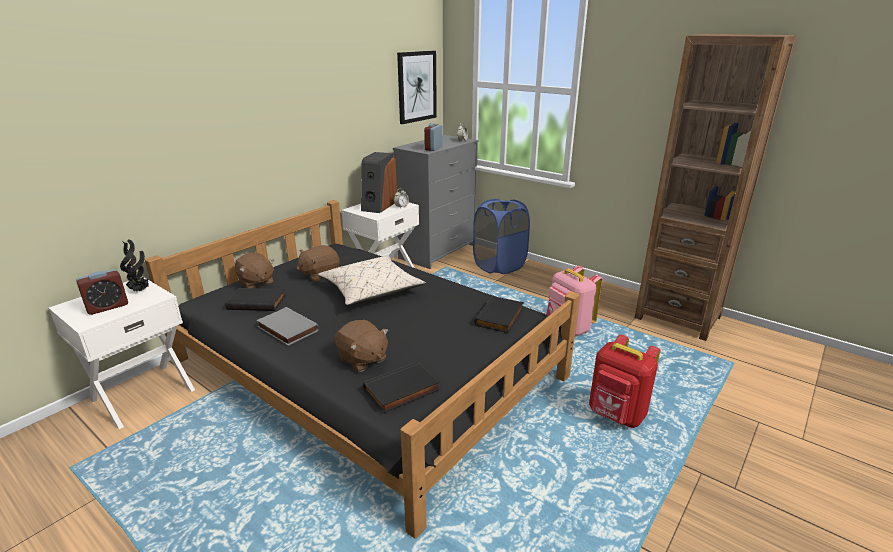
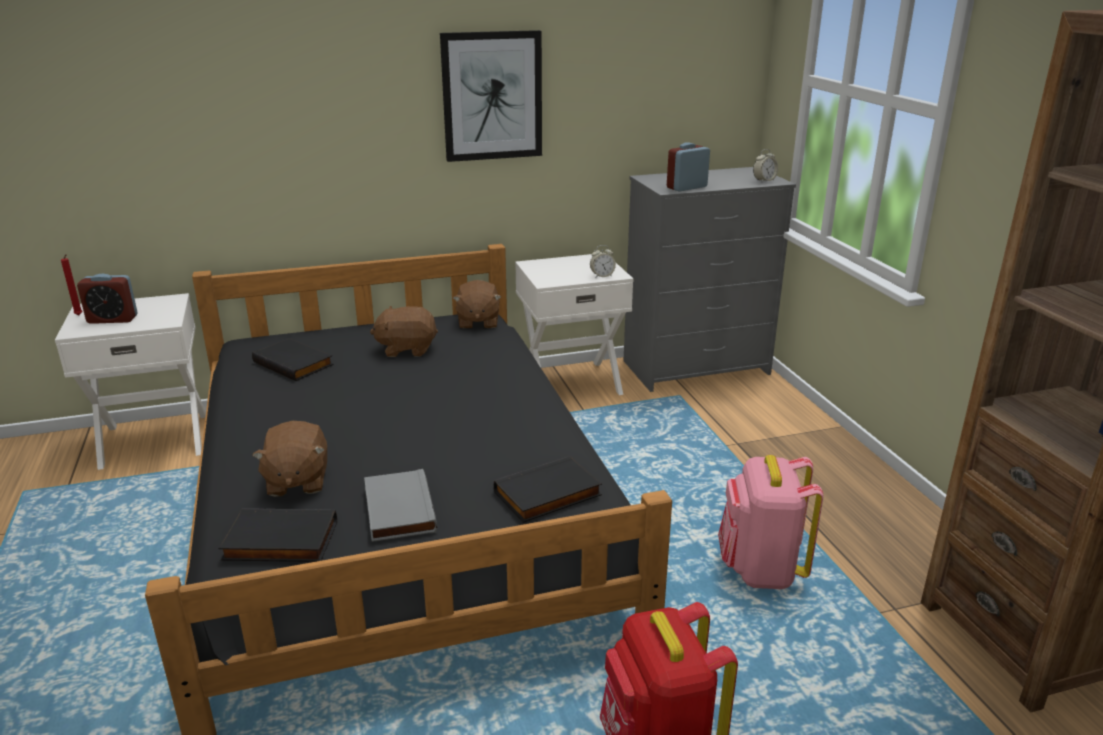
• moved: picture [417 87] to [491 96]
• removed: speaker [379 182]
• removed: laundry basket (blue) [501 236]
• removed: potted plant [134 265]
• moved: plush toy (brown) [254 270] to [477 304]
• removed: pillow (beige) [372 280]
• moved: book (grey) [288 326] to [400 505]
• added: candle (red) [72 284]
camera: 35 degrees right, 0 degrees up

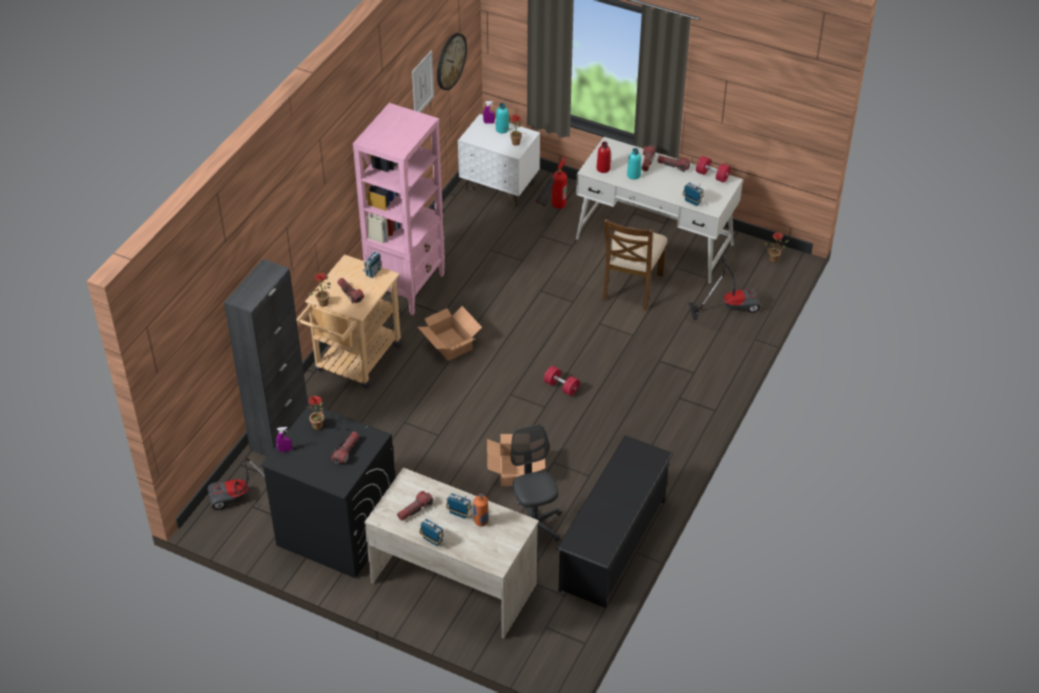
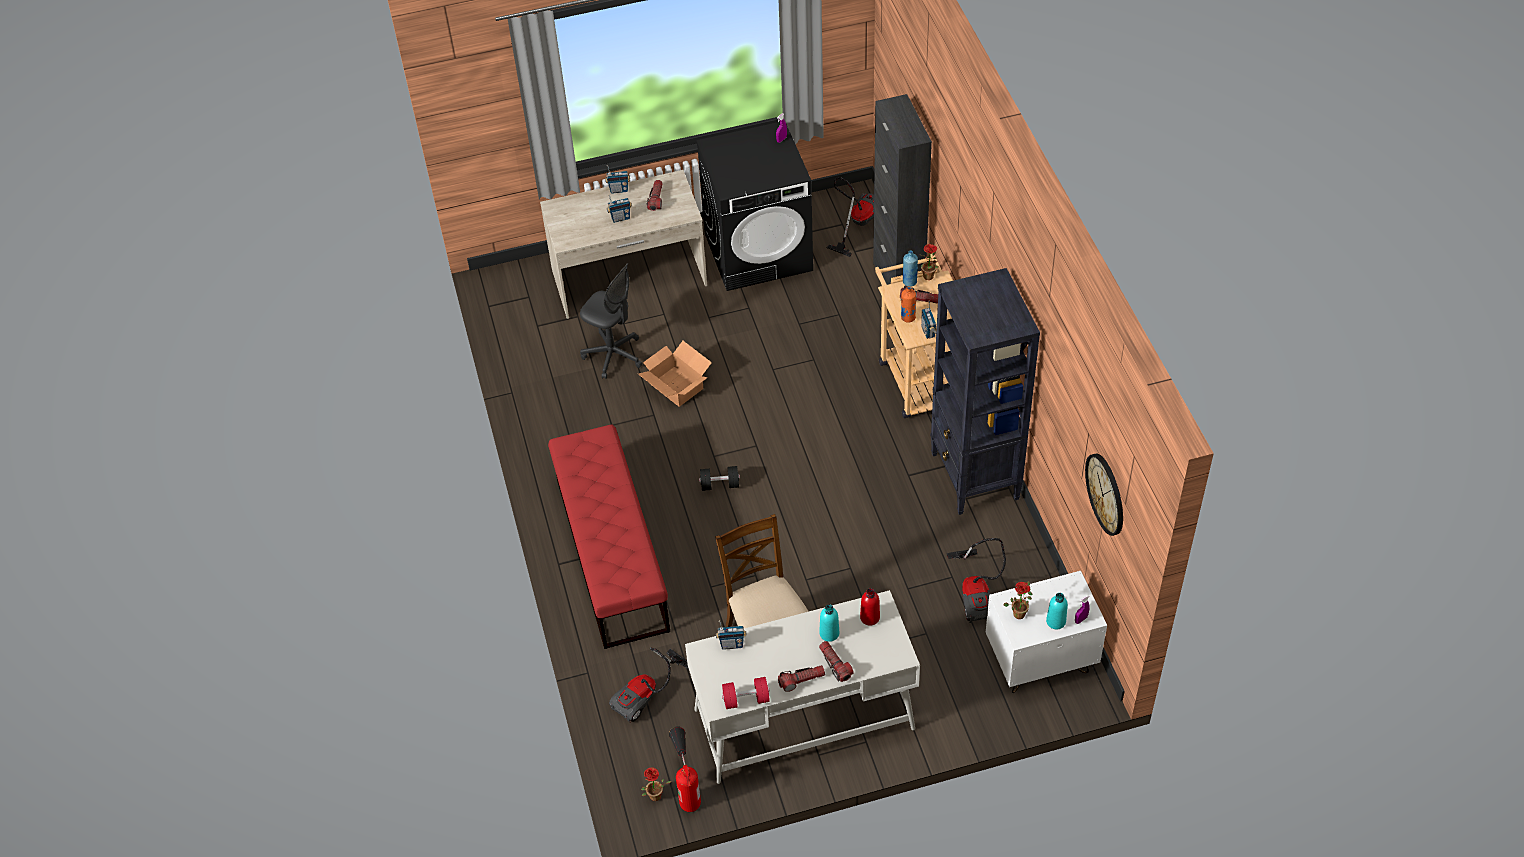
• removed: picture [423 82]
• recoloured: bookcase (pink) [399 209] to bookcase (black) [985 391]
• moved: fire extinguisher [551 182] to [685 769]
• removed: cardboard box [450 333]
• recoloured: dumbbell (red) [562 381] to dumbbell (black) [719 478]
• removed: potted plant [315 413]
• removed: flashlight [345 447]
• removed: shoe rack (black) [615 521]
• moved: bottle (orange) [481 510] to [908 304]
• added: bottle (blue) [910 268]
• added: bench (red) [609 537]
• added: vacuum cleaner [976 580]
camera: 140 degrees right, 5 degrees up

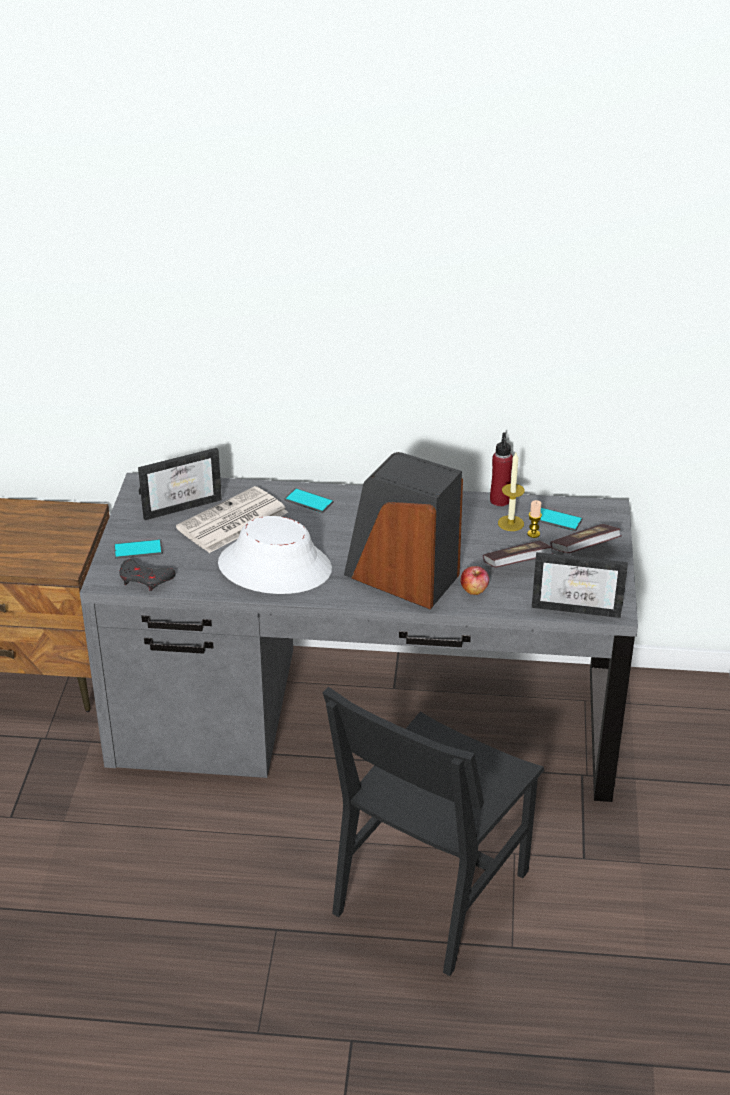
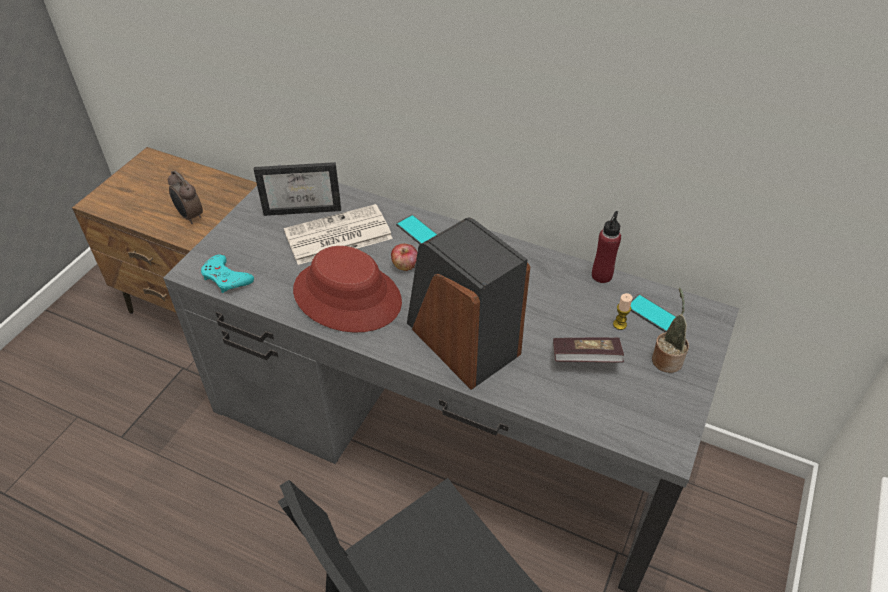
• removed: candle [511 492]
• recoloured: hat (white) [275 555] to hat (red) [347 289]
• replaced: book [586 538] to potted plant [670 330]
• removed: phone [138 549]
• removed: picture frame [580 585]
• recoloured: game controller (grey) [147 575] to game controller (turquoise) [227 273]
• moved: apple [475 580] to [404 257]
• added: alarm clock [185 197]
camera: 20 degrees right, 10 degrees up

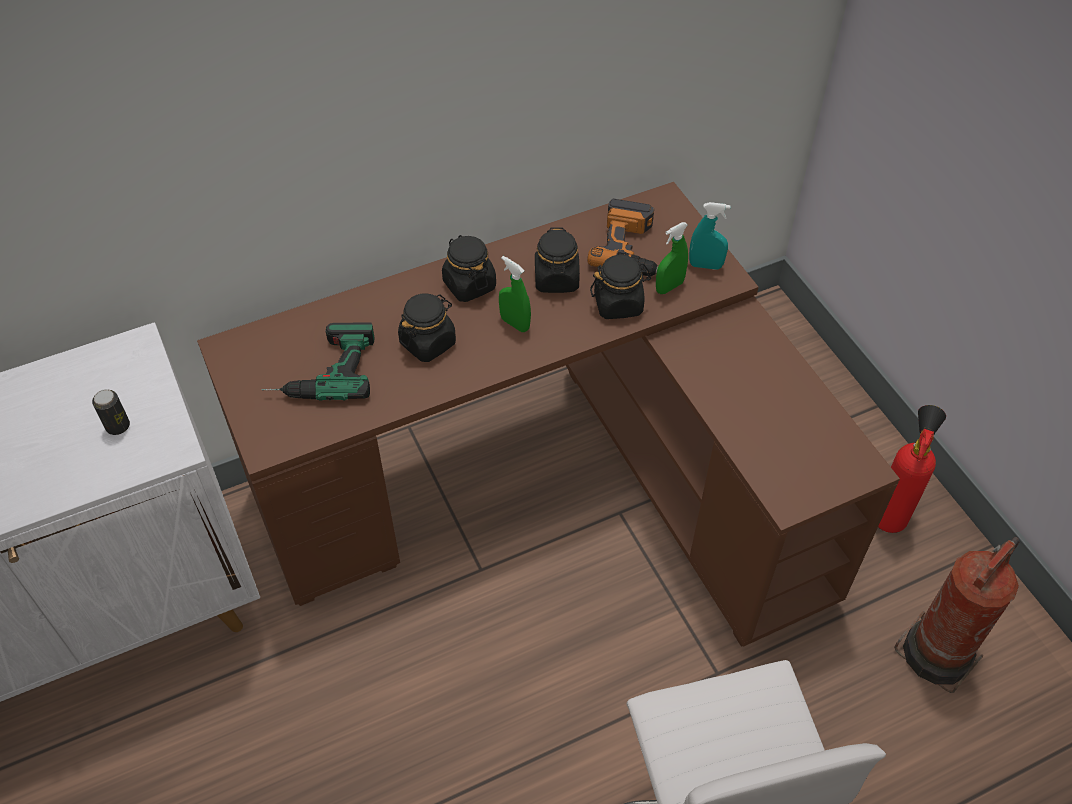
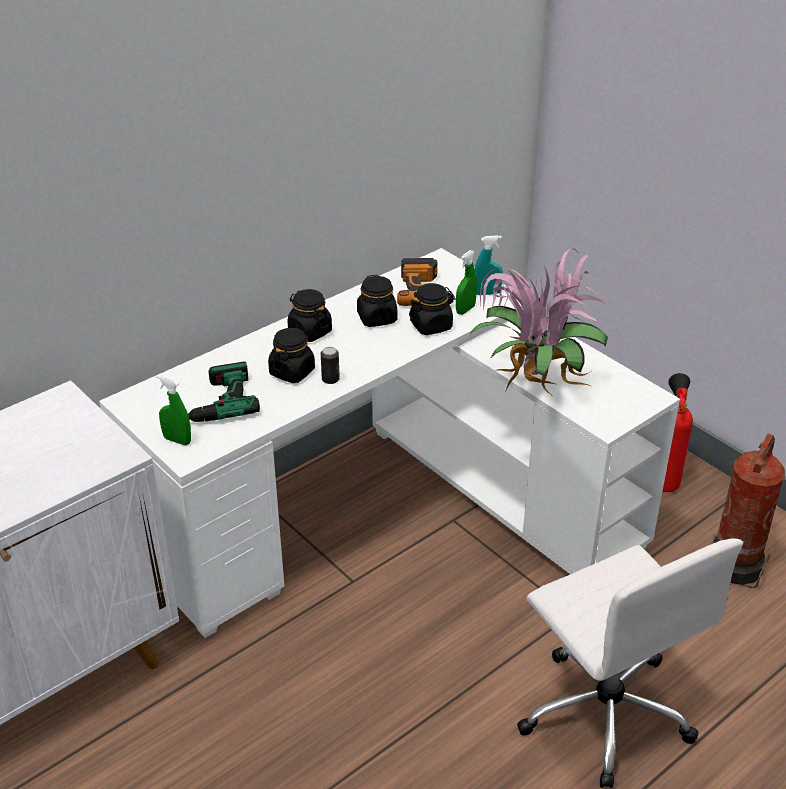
• recoloured: desk (brown) [548 414] to desk (white) [389 443]
• moved: spray bottle (green) [515 294] to [174 410]
• moved: can [111 412] to [330 365]
• added: potted plant [538 322]
camera: 15 degrees left, 15 degrees down

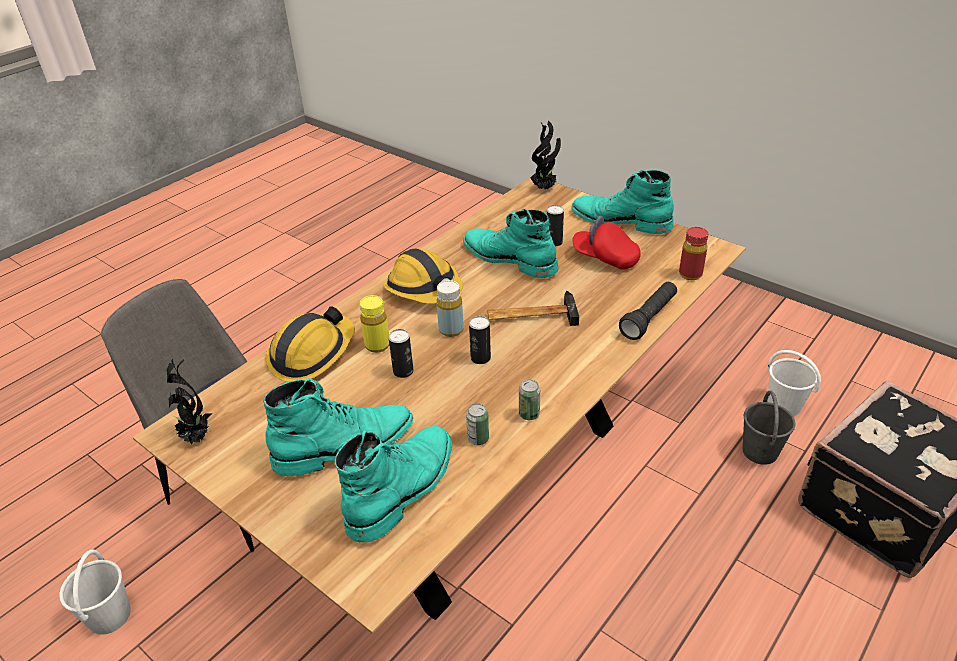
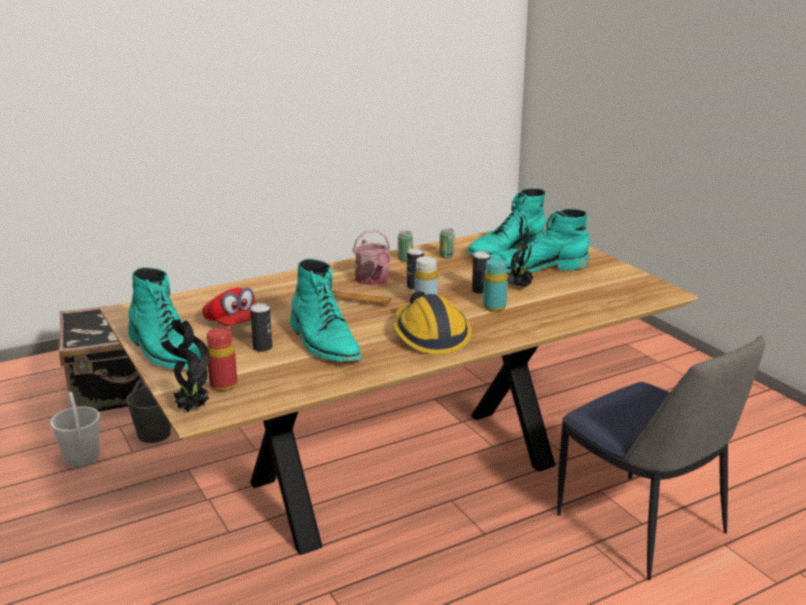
• moved: bottle (red) [693 253] to [222 359]
• removed: flashlight (black) [648 311]
• recoloured: bottle (yellow) [374 324] to bottle (turquoise) [495 285]
• removed: hard hat [310 344]
• moved: potted plant [190 402] to [521 250]
• removed: bucket (white) [95 592]
• added: watering can [371 257]
camera: 160 degrees left, 15 degrees down

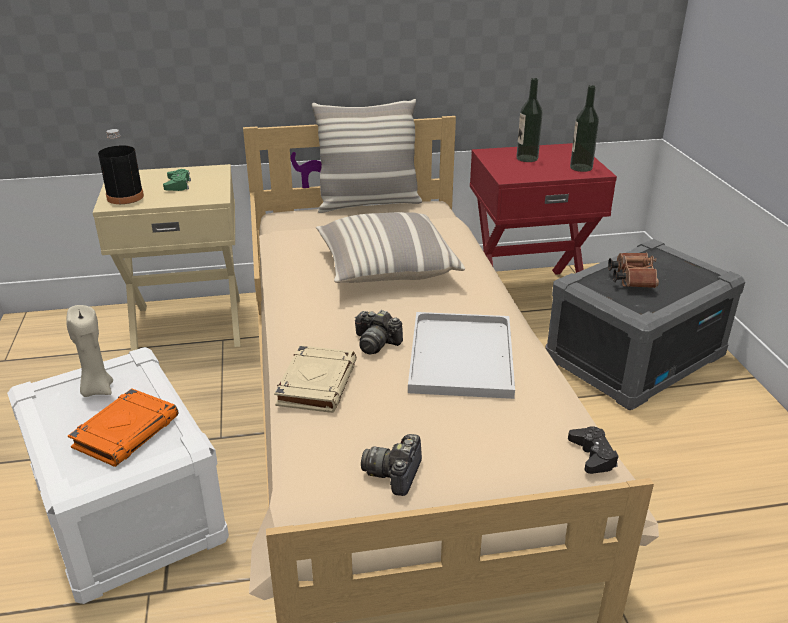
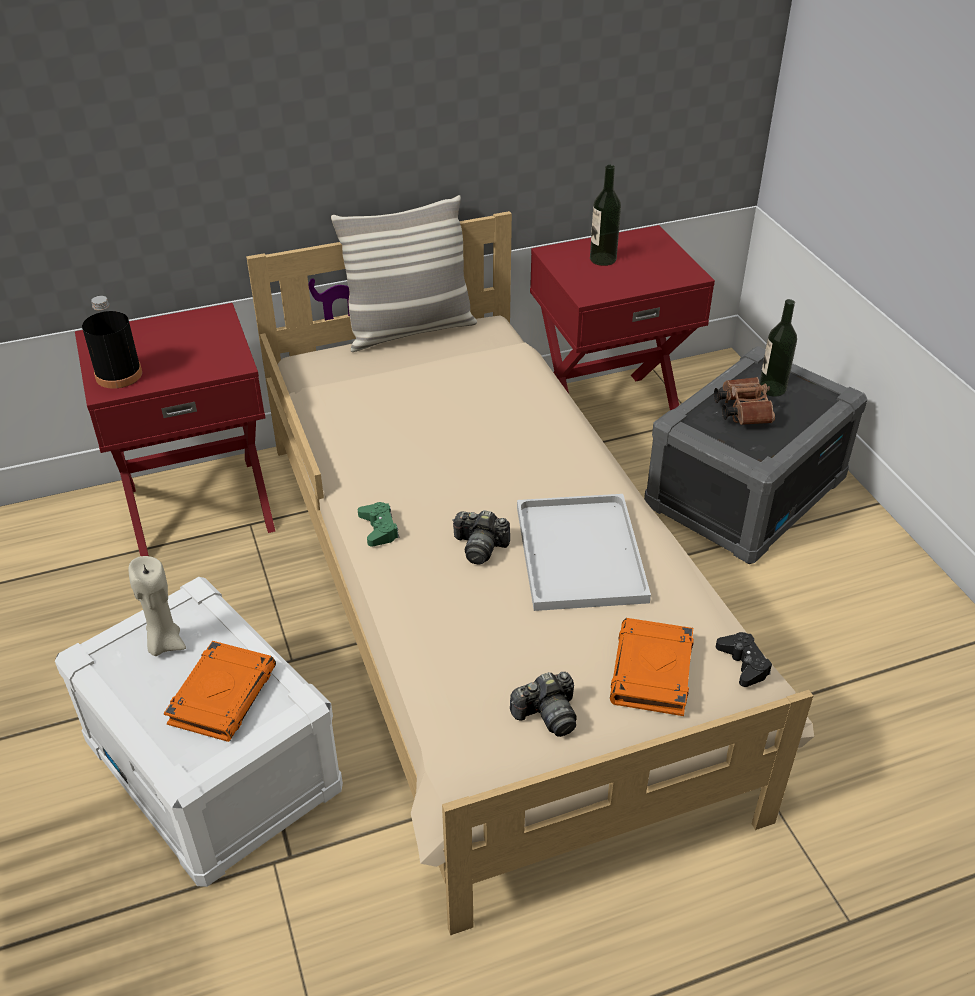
• moved: bottle [584 128] to [778 347]
• recoloured: nightstand (beige) [166 257] to nightstand (red) [175 429]
• moved: game controller (green) [177 180] to [378 524]
• removed: pillow [390 247]
• removed: book (beige) [315 379]
• turned: photo camera [391 465] = [543 704] 120 degrees counterclockwise
• added: book (orange) [652 667]
camera: 10 degrees left, 10 degrees up

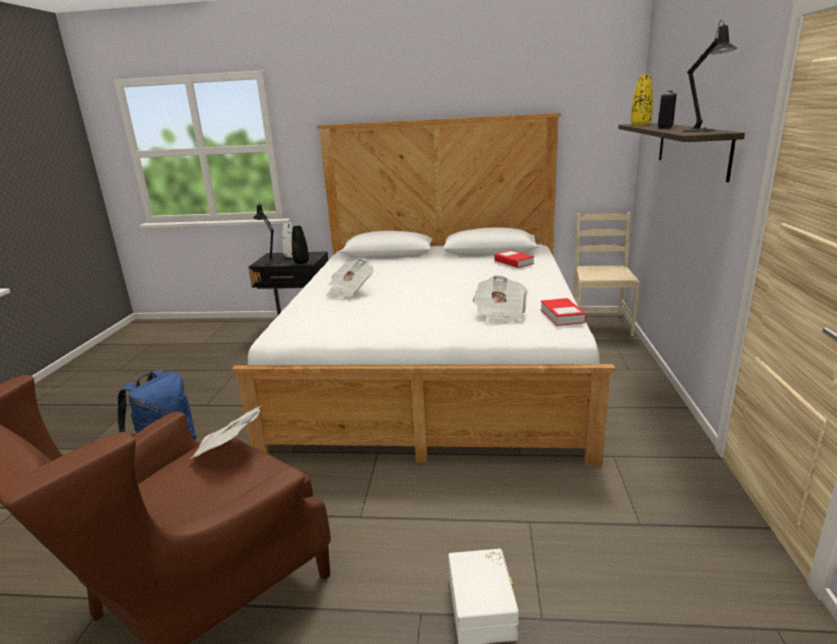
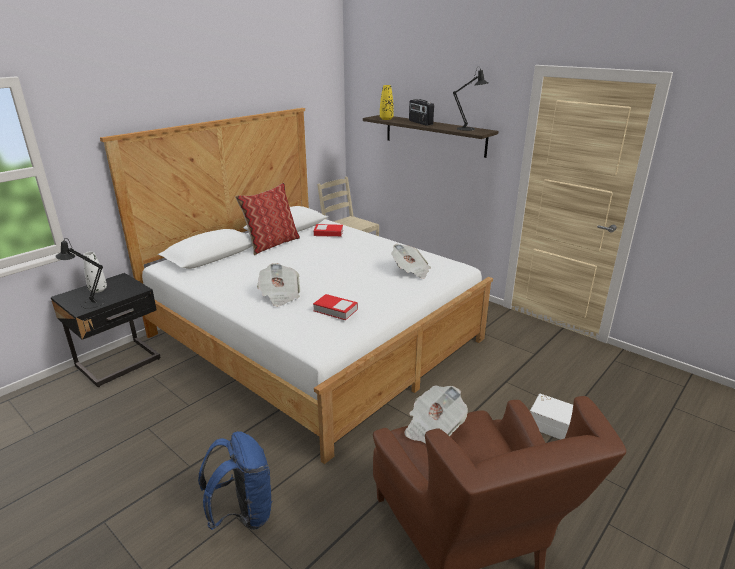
• removed: vase (black) [300 245]
• moved: book [563 312] to [335 307]
• added: pillow [267 219]
camera: 55 degrees left, 5 degrees up

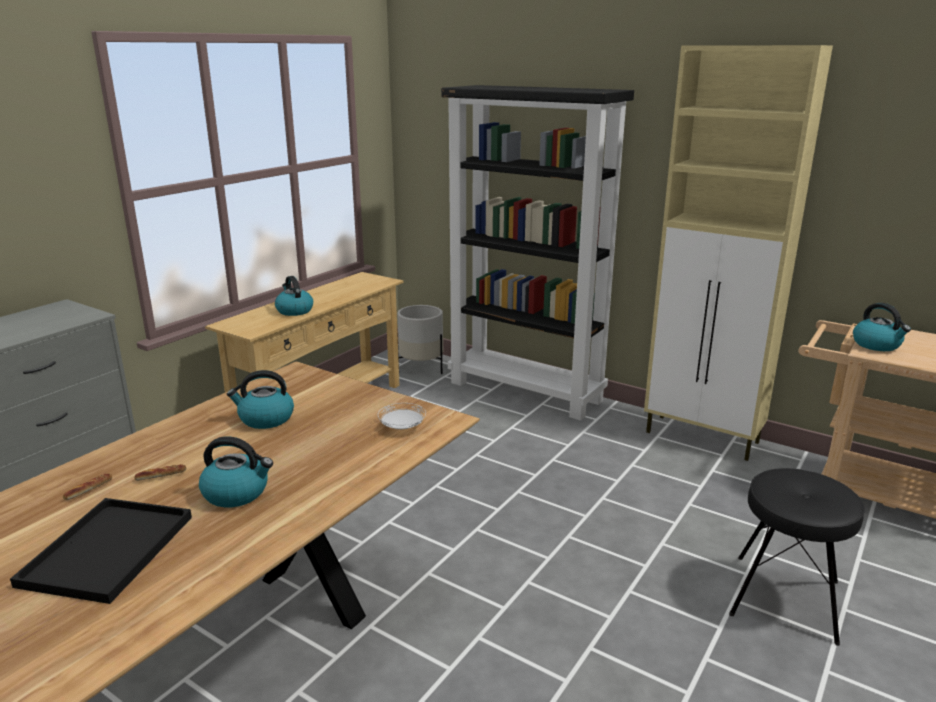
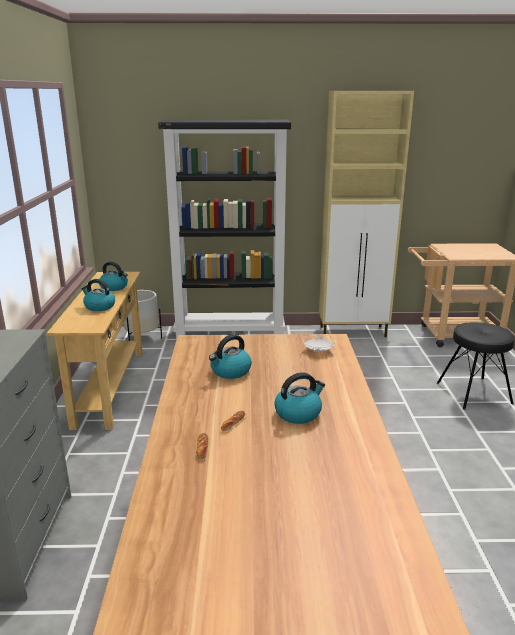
• moved: kettle [882 327] to [113 276]
• removed: tray (black) [101 551]
camera: 35 degrees left, 0 degrees up

